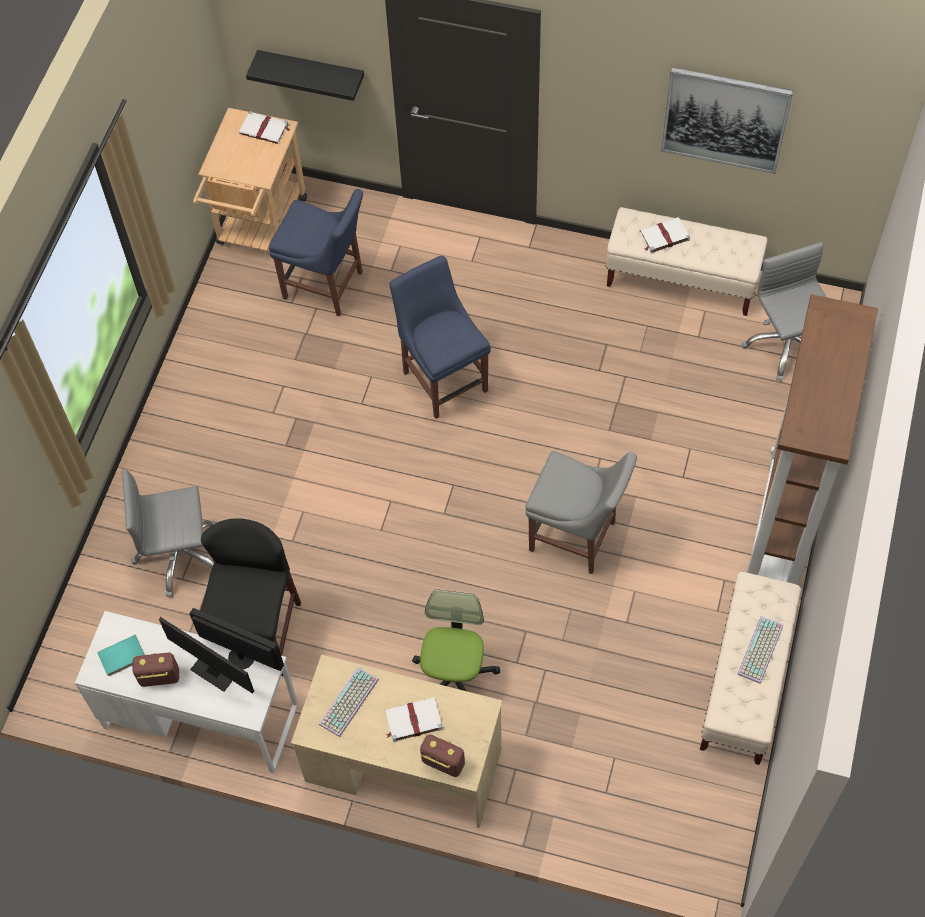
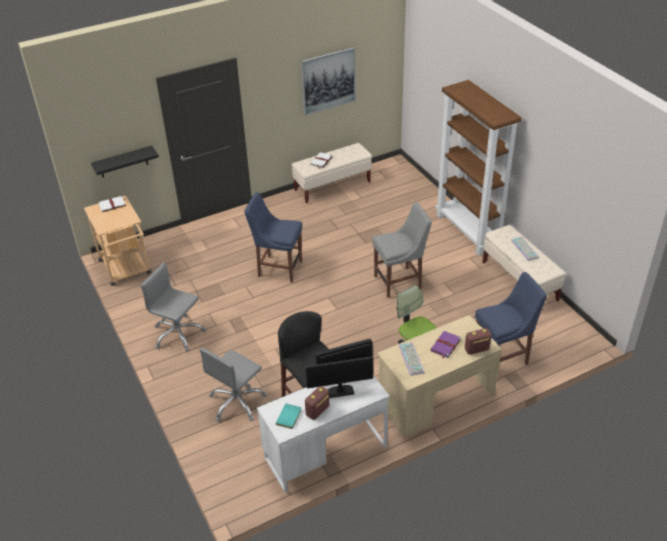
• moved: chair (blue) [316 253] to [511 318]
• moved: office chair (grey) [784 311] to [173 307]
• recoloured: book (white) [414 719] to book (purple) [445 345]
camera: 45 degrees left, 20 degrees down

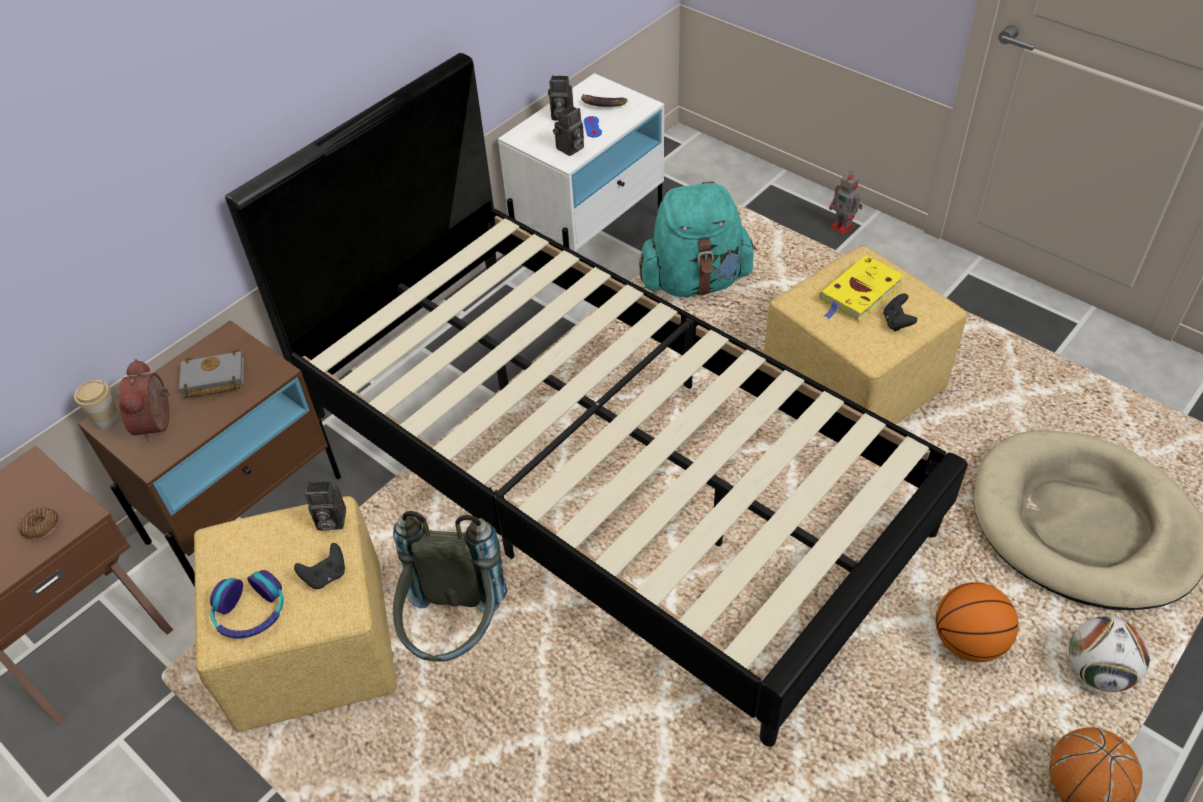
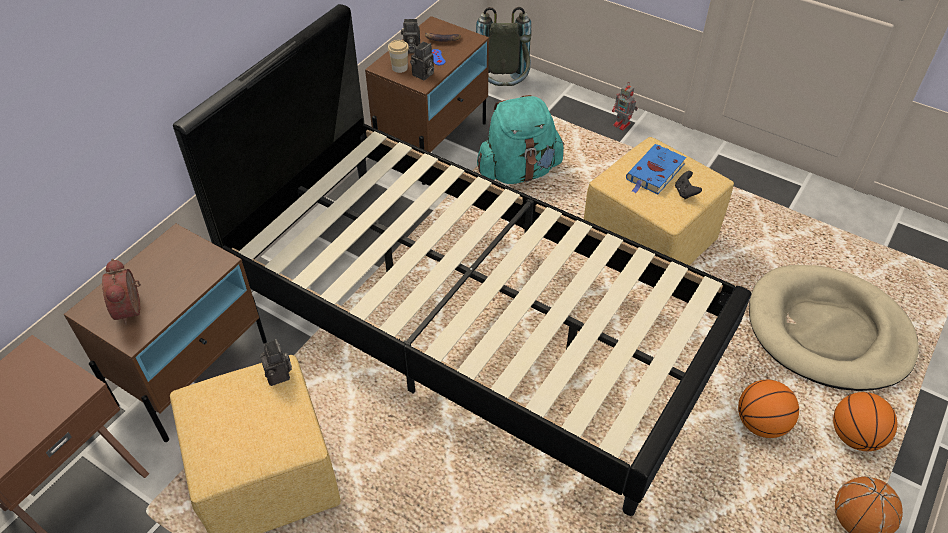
• recoloured: nightstand (white) [581 162] to nightstand (brown) [427 100]
• recoloured: book (yellow) [861 289] to book (blue) [656 169]
• removed: book (grey) [211 374]
• moved: cup [97 405] to [398 56]
• turned: photo camera [325 506] = [276 362] 105 degrees counterclockwise
• removed: donut [38 523]
• moved: backpack (grey) [450 586] to [503 46]
• removed: game controller (black) [319 566]
• removed: headphones [247 604]
• replaced: football [1109 654] to basketball [865 421]
camera: 10 degrees left, 0 degrees up

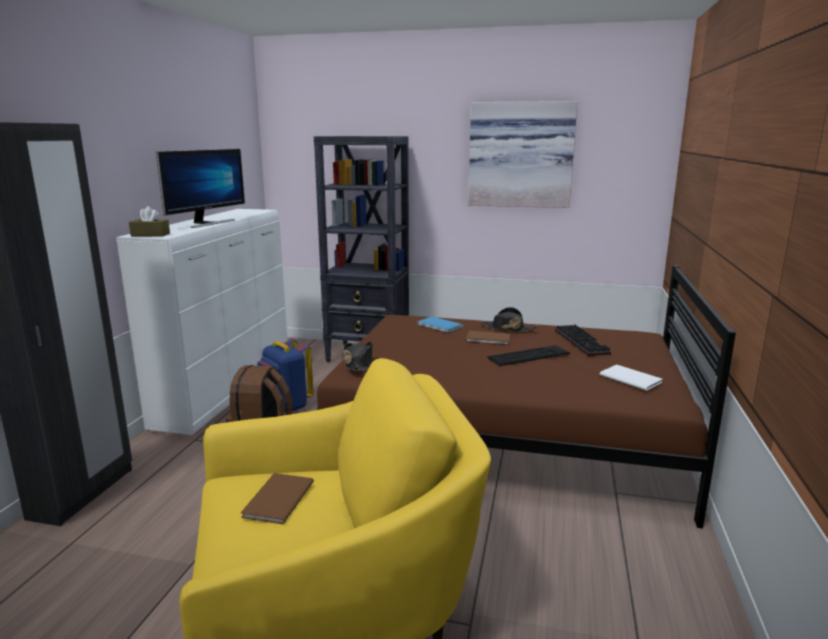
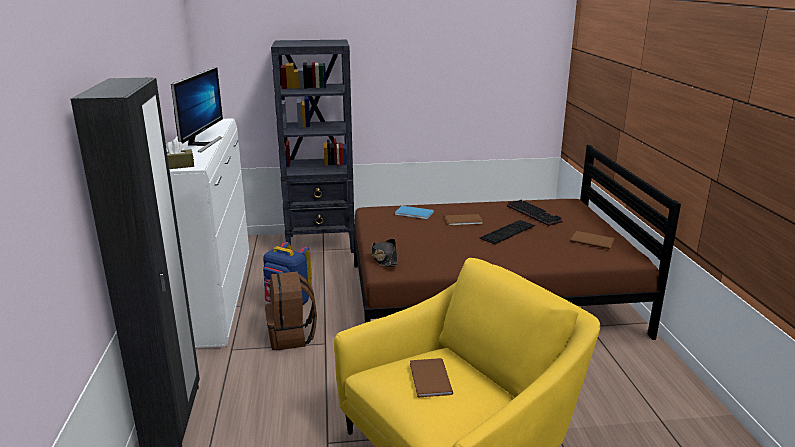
• removed: picture [523 154]
• removed: hat (black) [509 319]
• recoloured: book (white) [631 378] to book (brown) [592 240]
camera: 20 degrees left, 5 degrees up

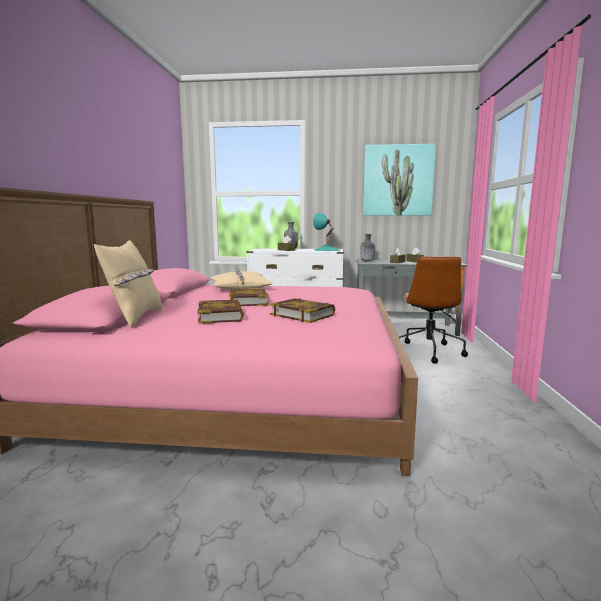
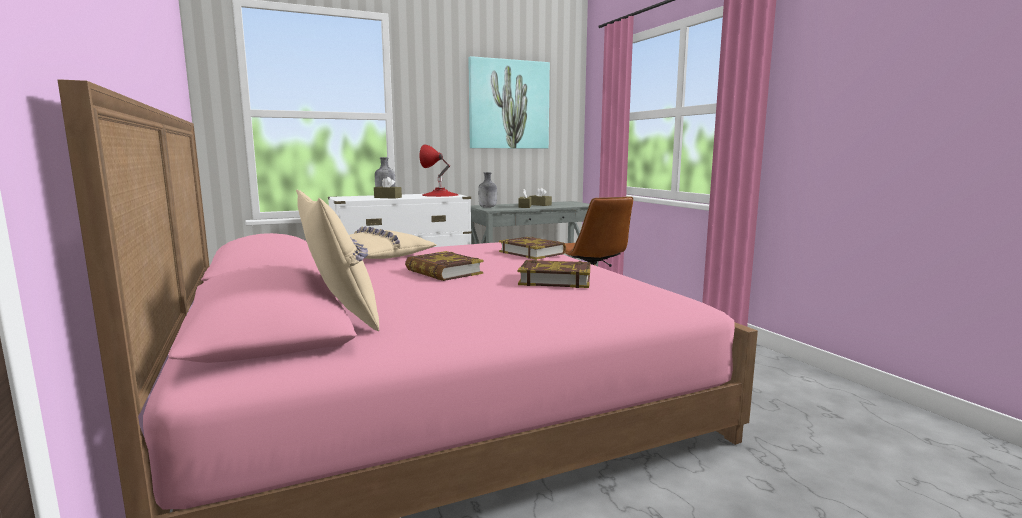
• recoloured: table lamp (turquoise) [326 232] to table lamp (red) [438 171]
• moved: book [221 312] to [532 248]
camera: 30 degrees left, 0 degrees up

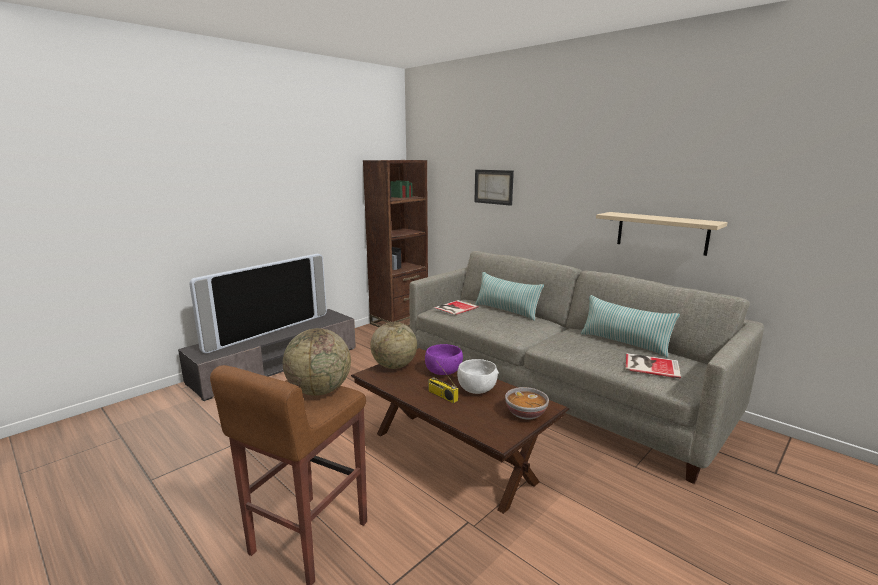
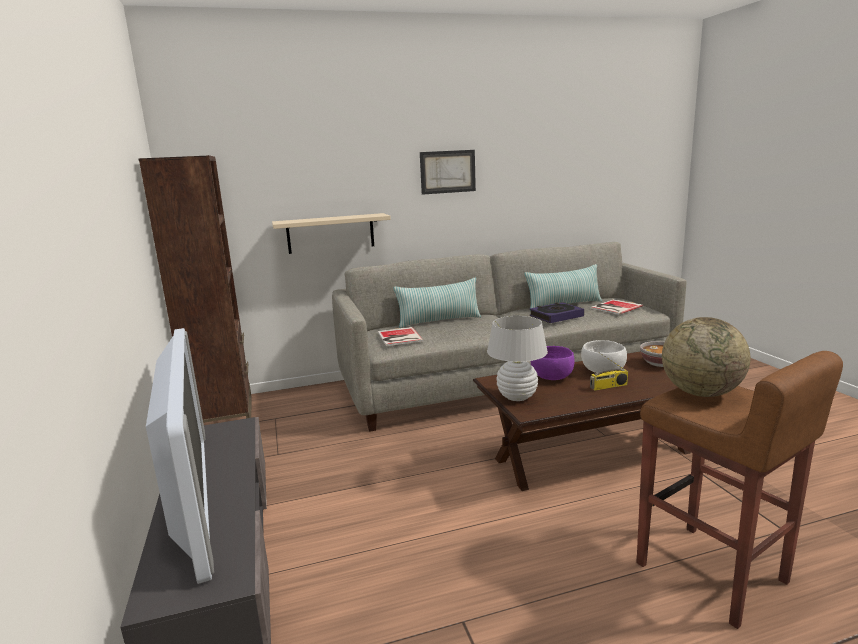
• moved: picture [494 188] to [448 172]
• moved: shelf (beige) [662 234] to [331 233]
• replaced: globe [393 345] to table lamp (white) [517 358]
• added: book [557 312]
camera: 60 degrees left, 0 degrees up

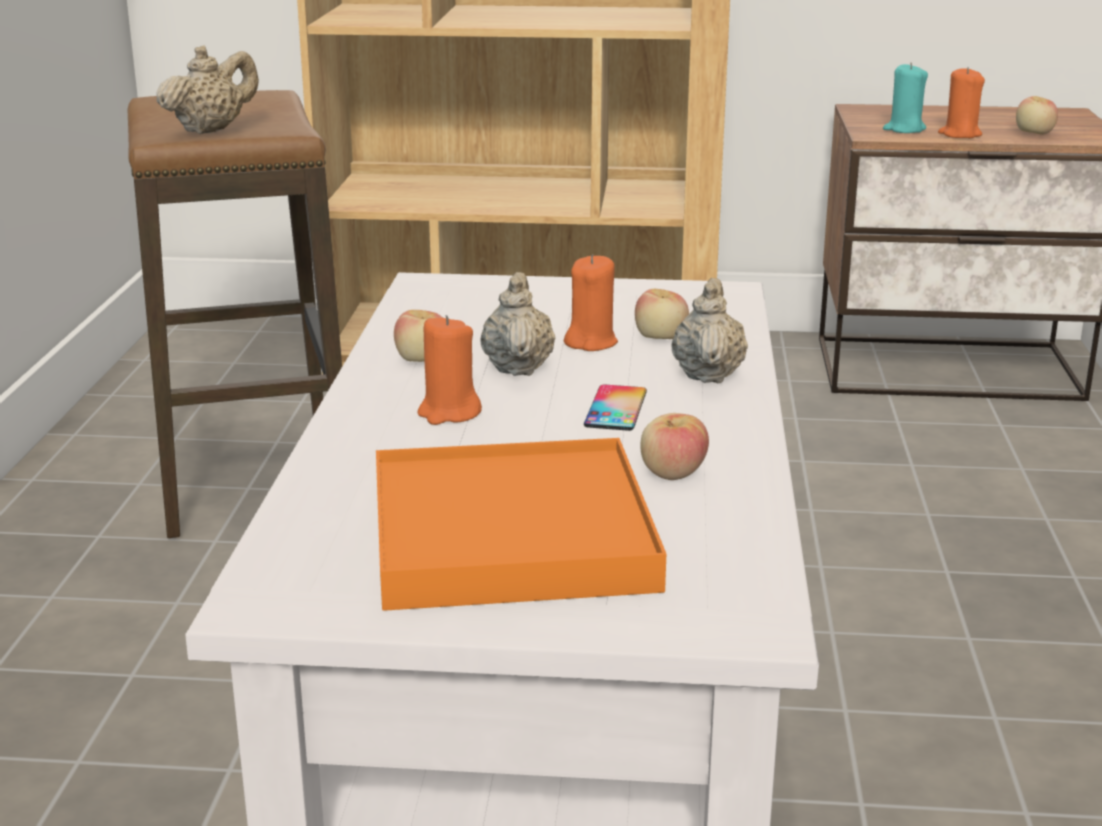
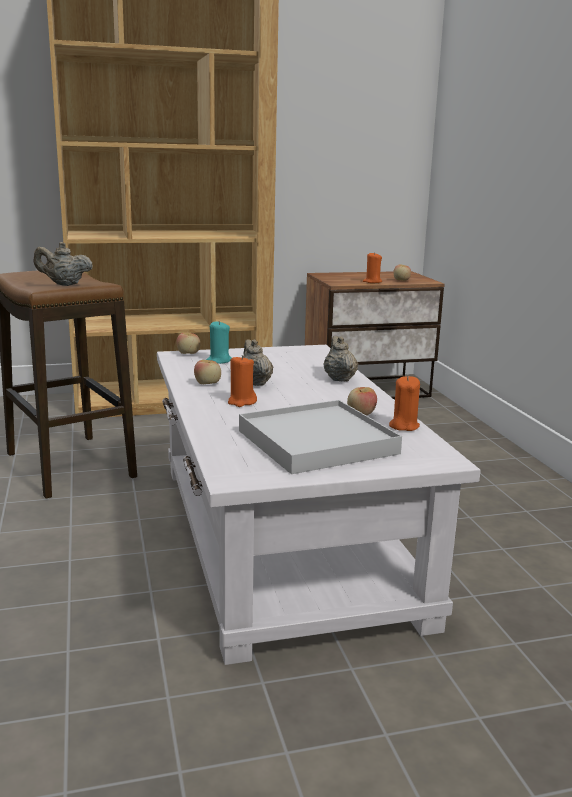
• turned: teapot (beige) [208 89] = [63 264] 105 degrees counterclockwise
• moved: candle (turquoise) [905 98] to [219 342]
• moved: candle (orange) [591 303] to [404 403]
• moved: apple [662 314] to [188 343]
• removed: phone [615 407]
• recoloured: tray (orange) [521 524] to tray (white) [320 437]
camera: 20 degrees left, 5 degrees down

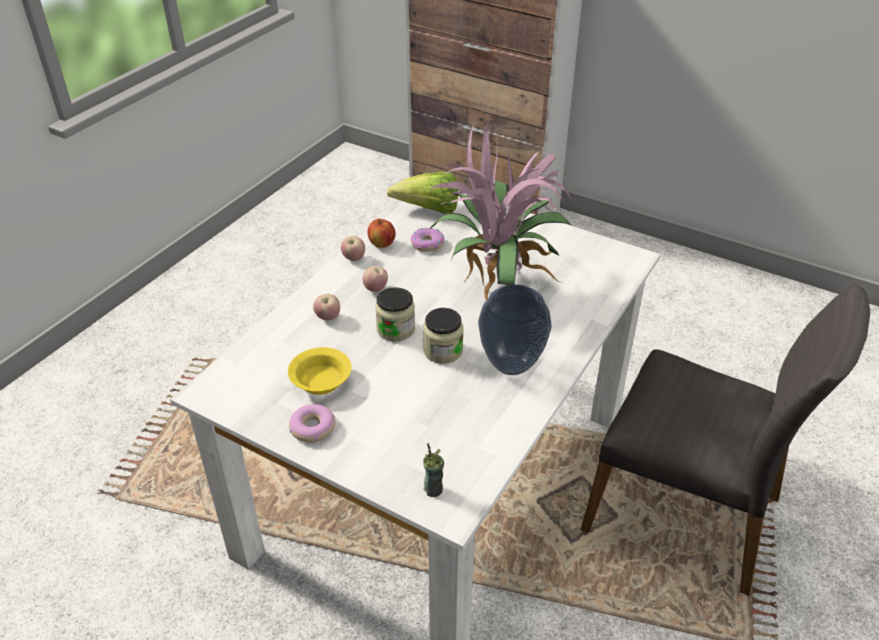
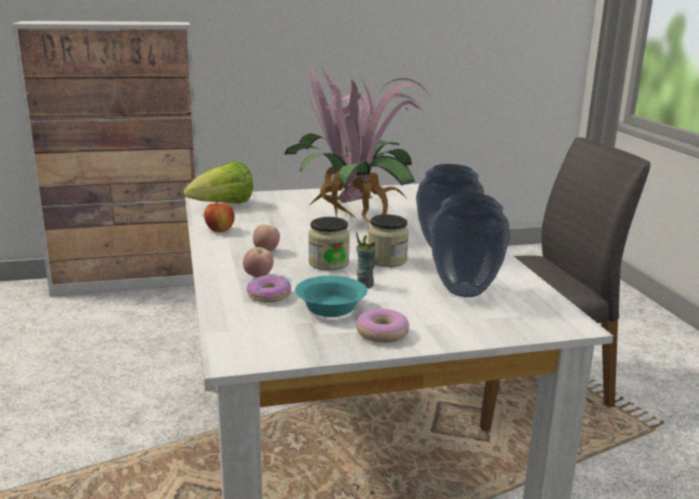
• moved: donut [427 240] to [268 288]
• removed: apple [353 248]
• recoloured: bowl (yellow) [320 371] to bowl (turquoise) [331 296]
• moved: cup [433 470] to [366 260]
• added: vase [470 245]
camera: 45 degrees left, 20 degrees down

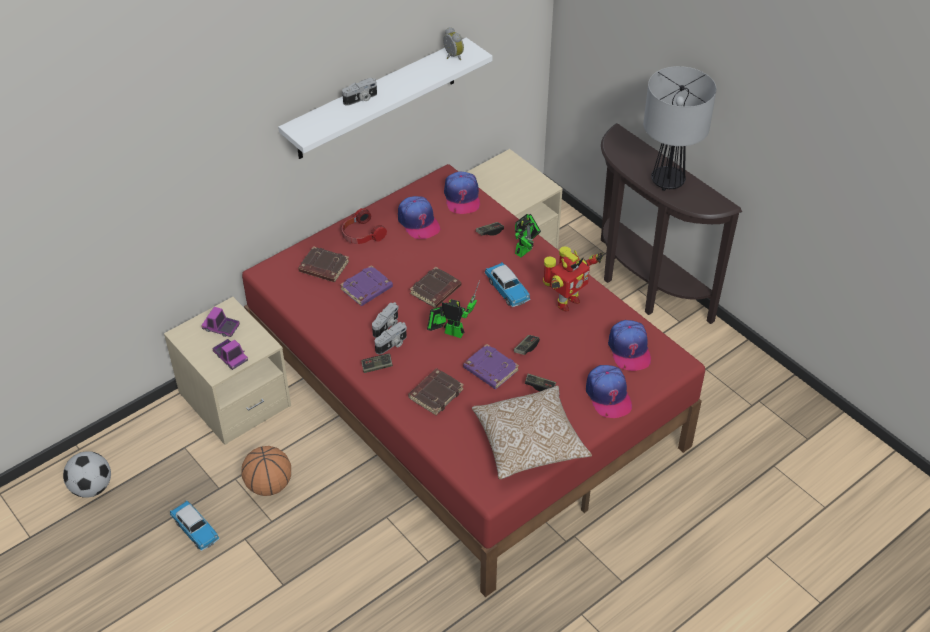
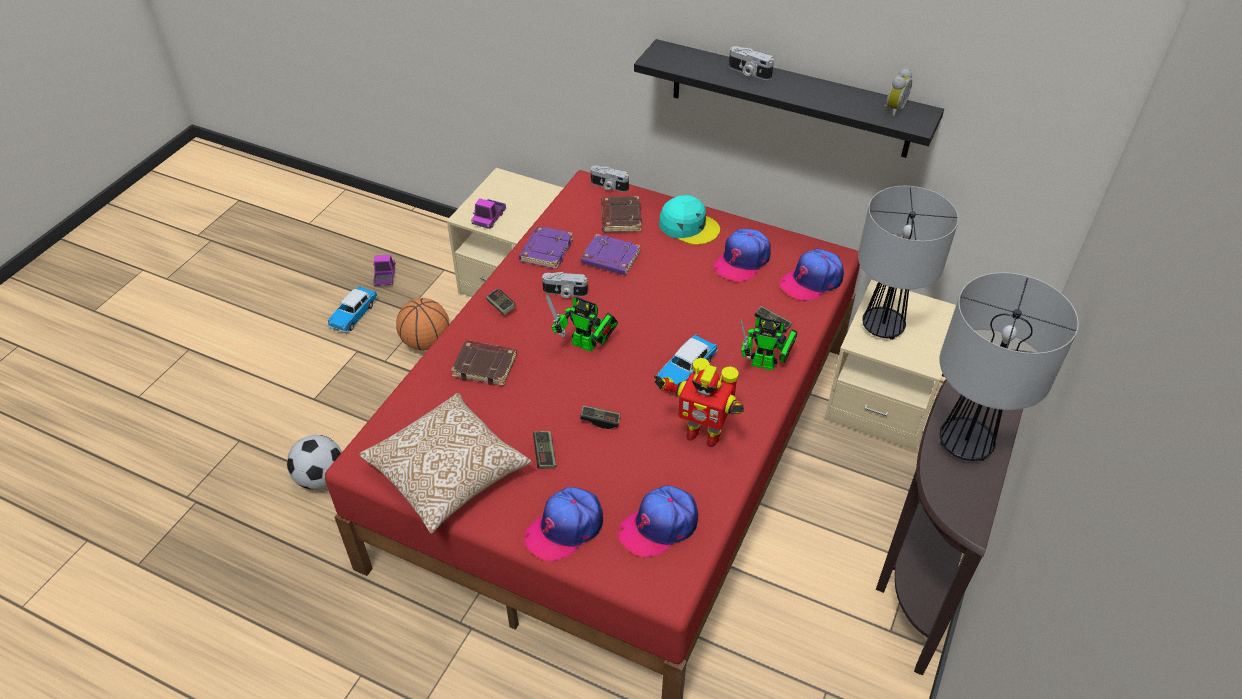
• recoloured: shelf (white) [385 98] to shelf (black) [789 98]
• replaced: headphones [364 226] to cap (turquoise) [689 220]
• removed: book (brown) [435 287]
• turned: toy robot [453 309] = [582 323] 120 degrees clockwise
• moved: toy truck [220 322] to [384 270]
• moved: photo camera [391 338] to [610 179]
• moved: book (purple) [491 366] to [546 247]
• moved: football [87 474] to [314 462]
• added: table lamp [908 263]
camera: 65 degrees right, 0 degrees up

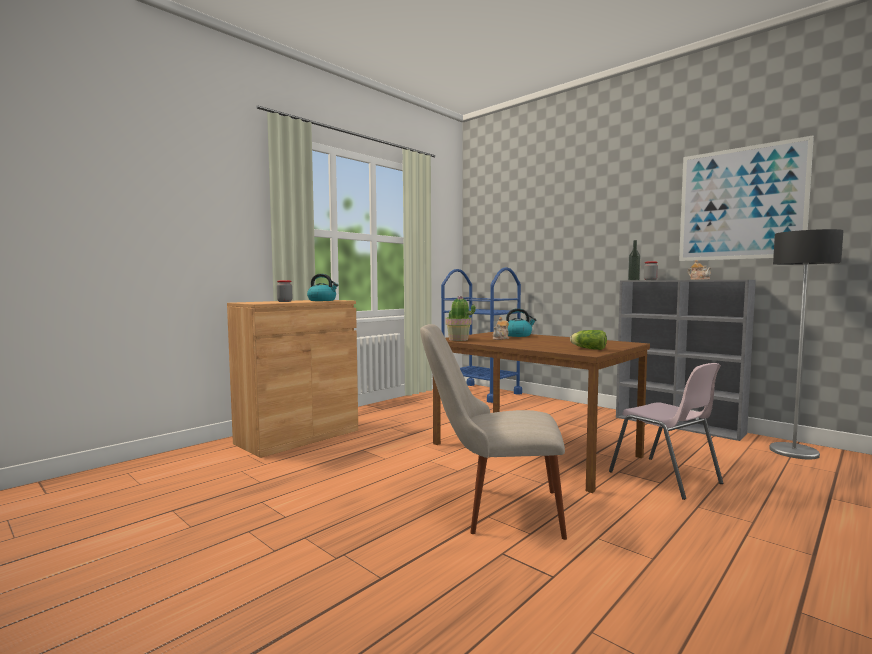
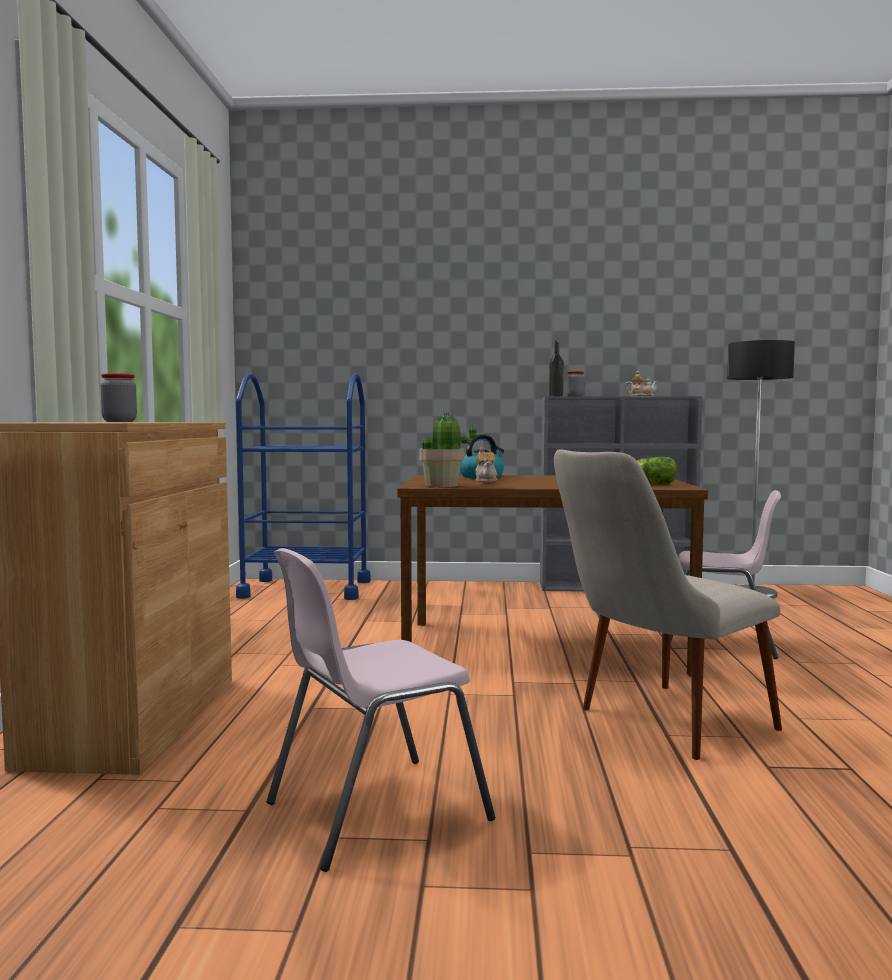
• removed: picture [746 198]
• removed: kettle [322 287]
• added: chair (pink) [381 710]
camera: 40 degrees left, 0 degrees up

